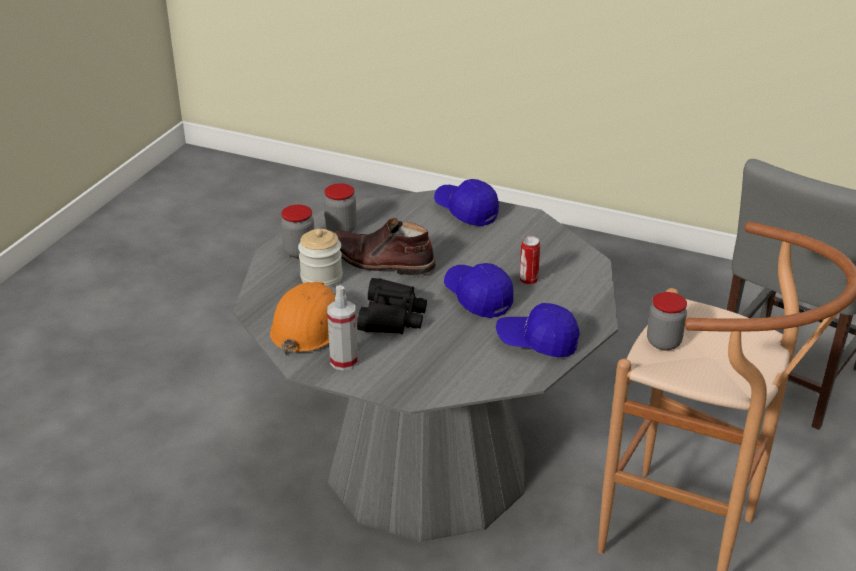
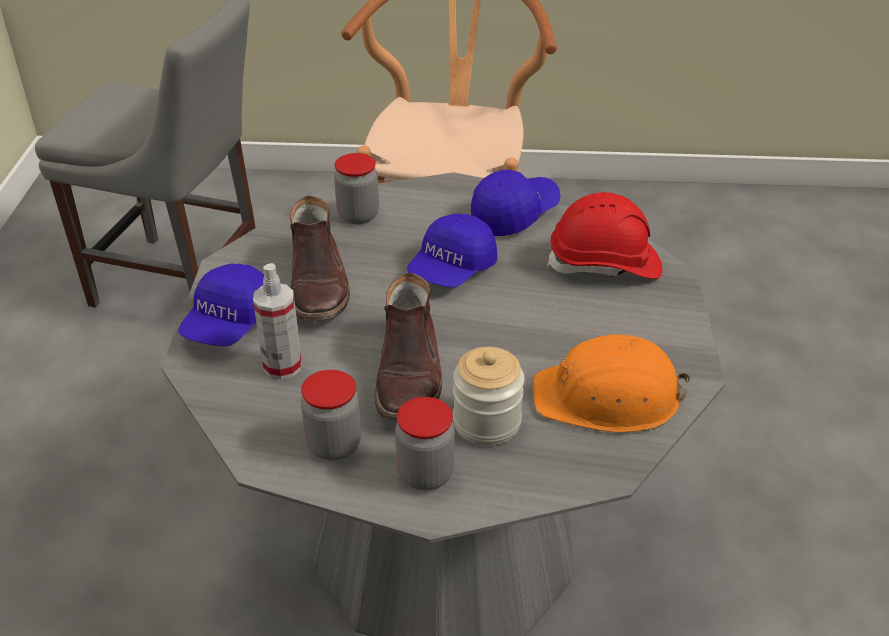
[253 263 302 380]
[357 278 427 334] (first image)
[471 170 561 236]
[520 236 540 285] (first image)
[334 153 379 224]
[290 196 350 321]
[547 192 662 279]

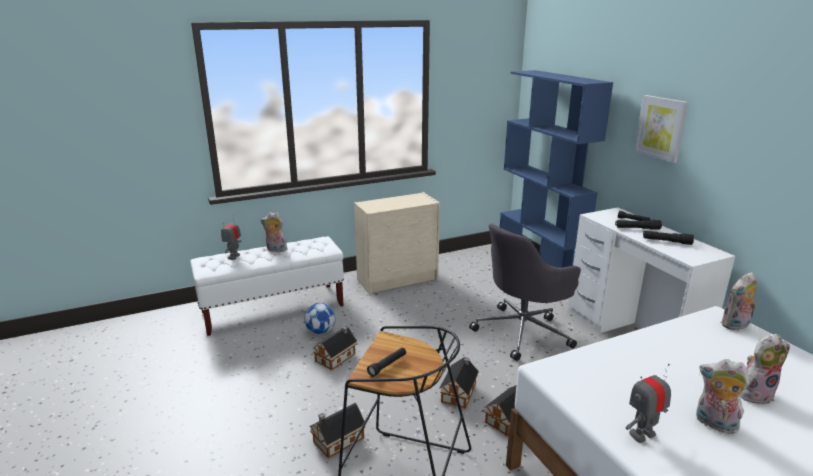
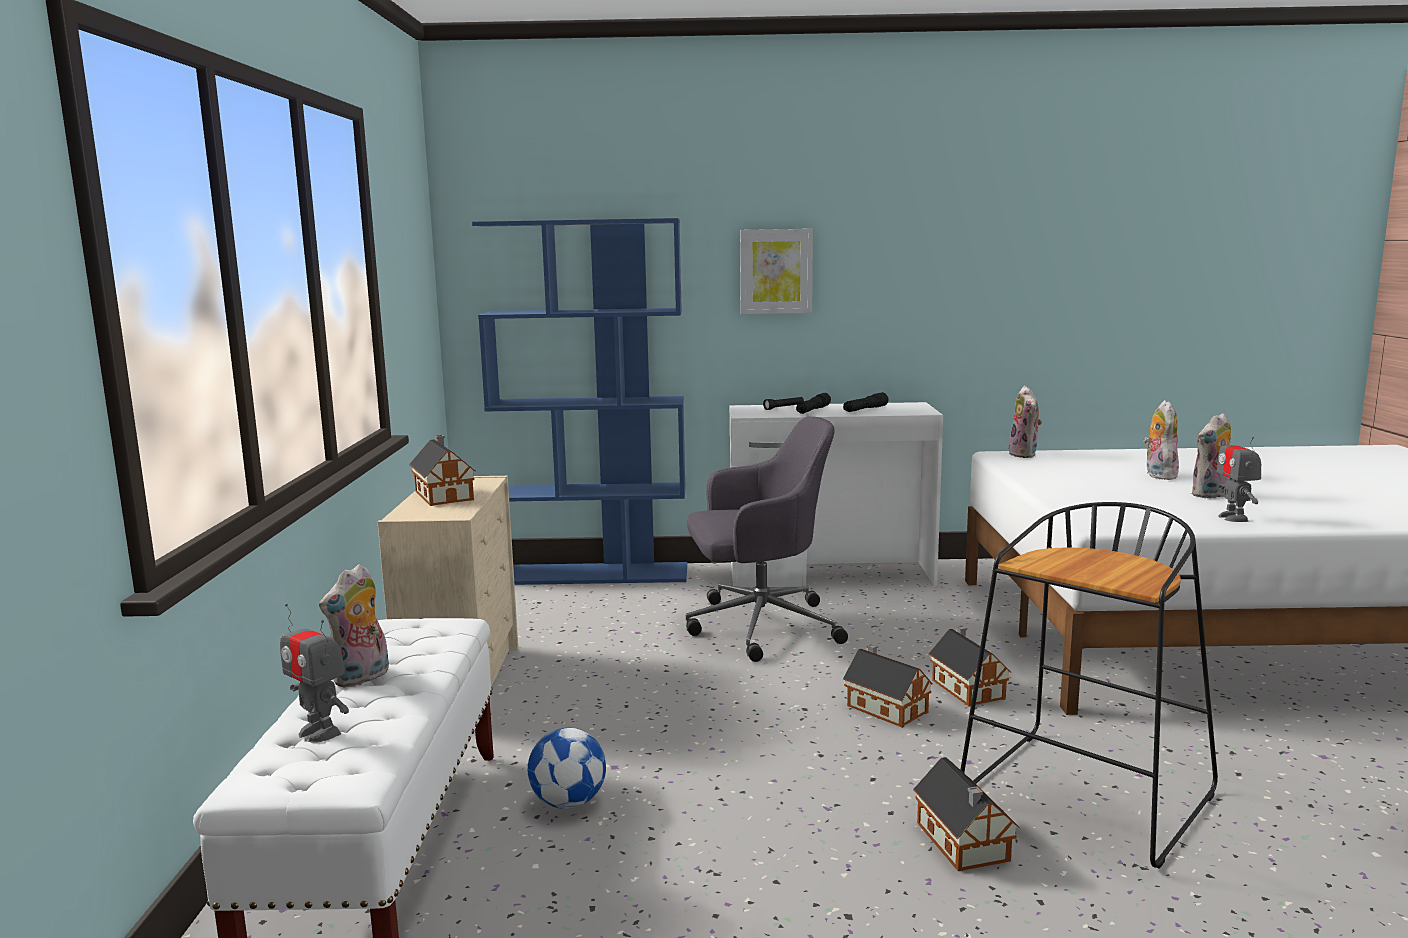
[409 435 476 506]
[367 347 406 377] (first image)
[686 416 848 662]

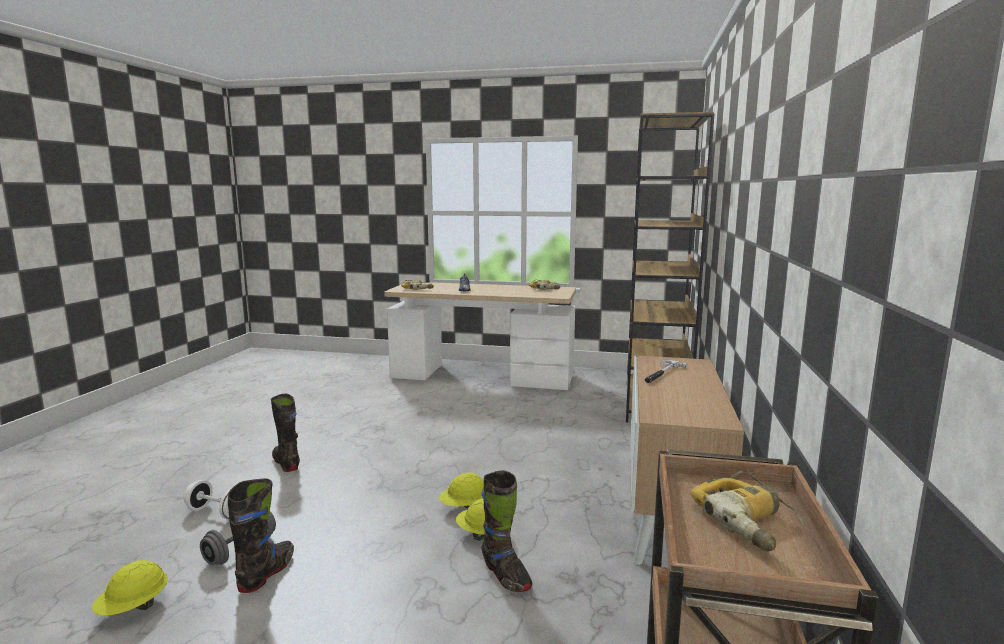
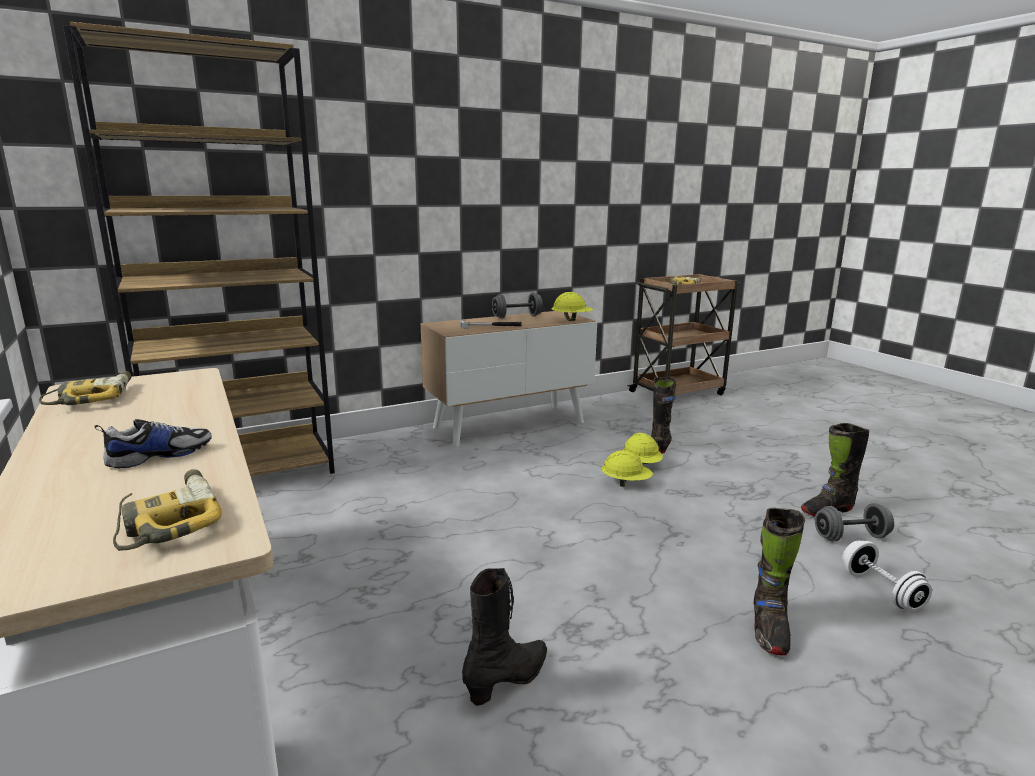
[551 292 593 321]
[462 568 547 706]
[492 292 543 319]

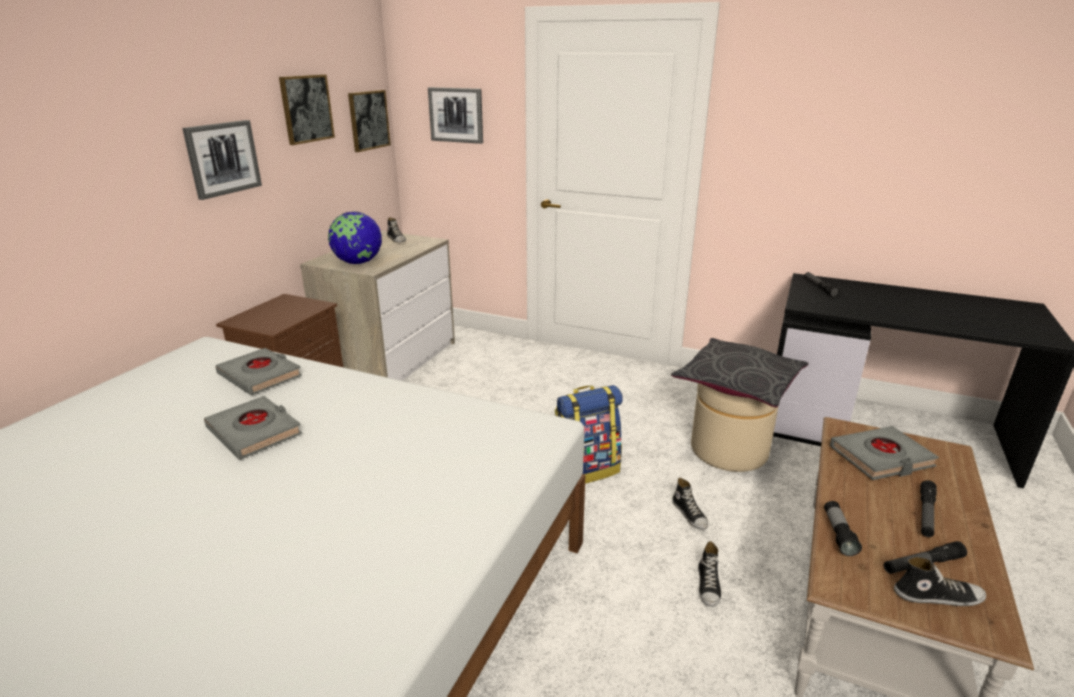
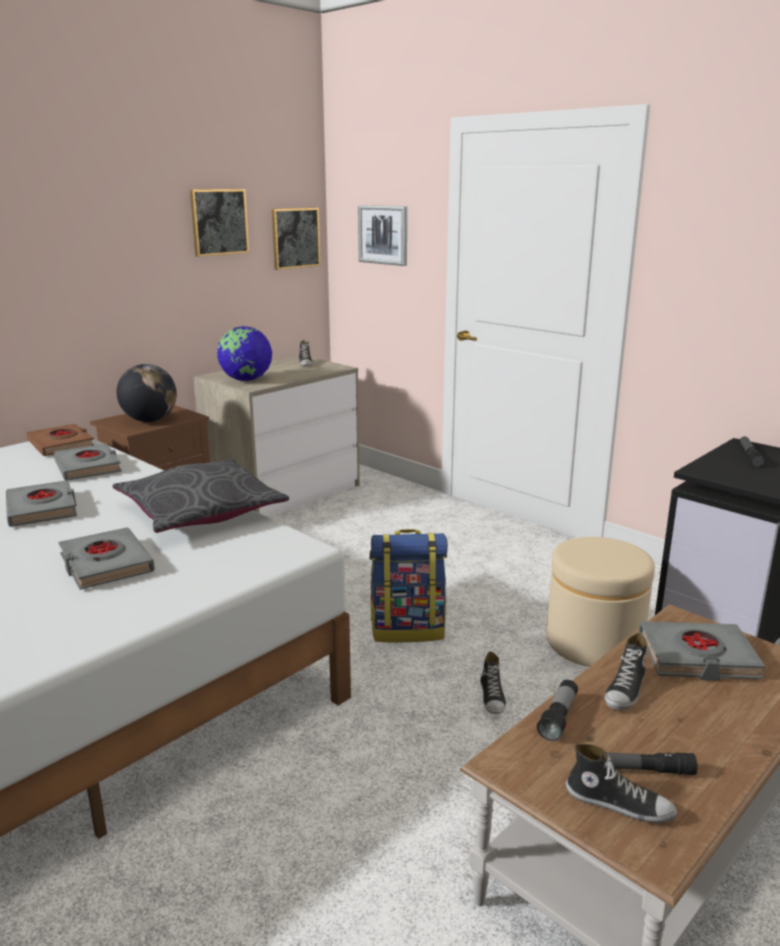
[182 120 262 200] (first image)
[113 459 289 533]
[605 633 647 710]
[920 480 937 537] (first image)
[26 424 94 456]
[58 527 155 590]
[116 364 177 422]

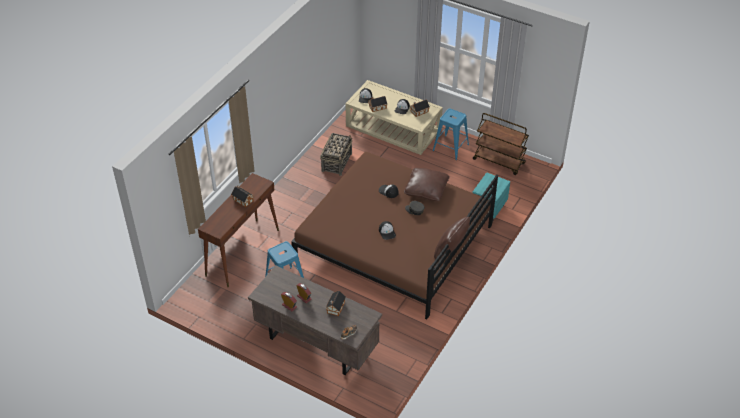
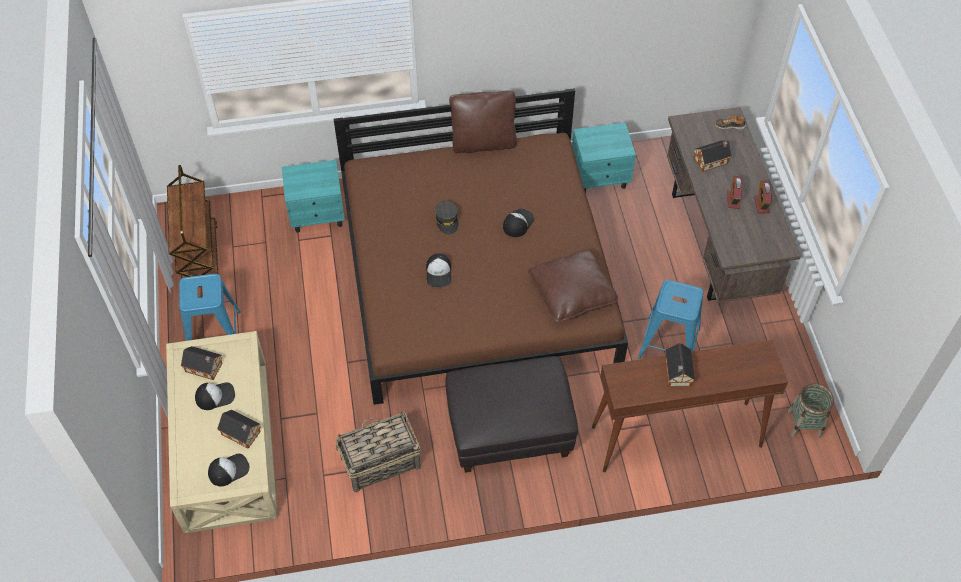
[528 249 619 322]
[445 356 578 473]
[572 122 636 193]
[788 383 834 438]

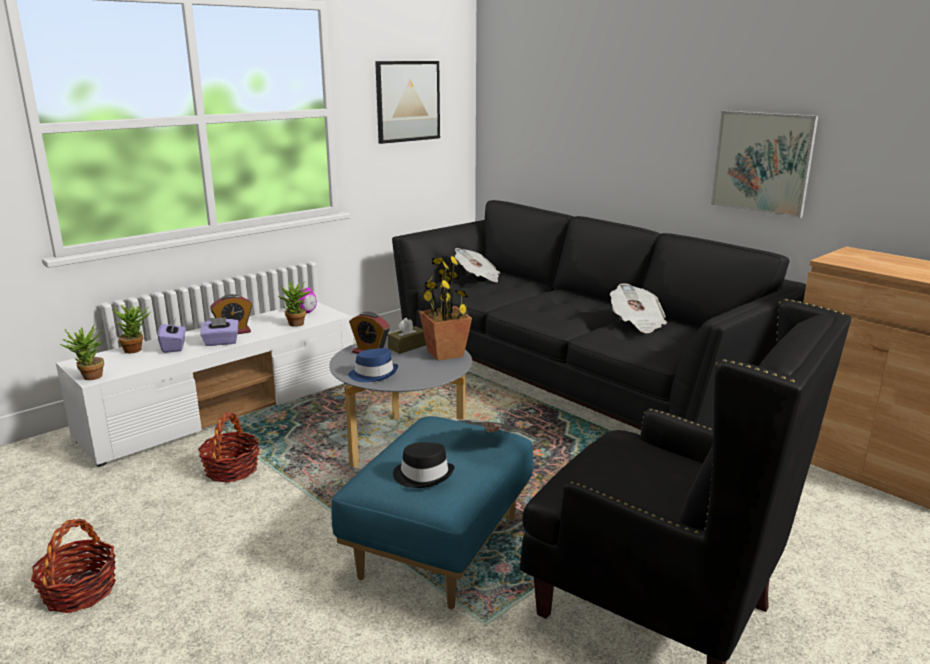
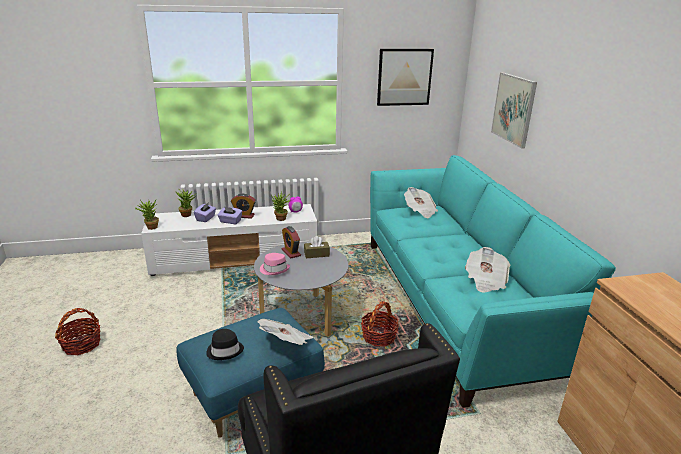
[361 301 399 347]
[260 253 290 275]
[370 155 616 408]
[419 255 472 361] (first image)
[491 72 537 148]

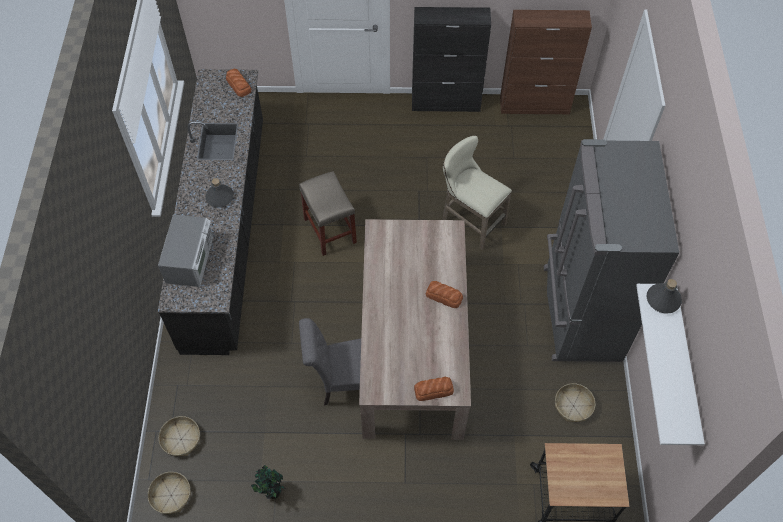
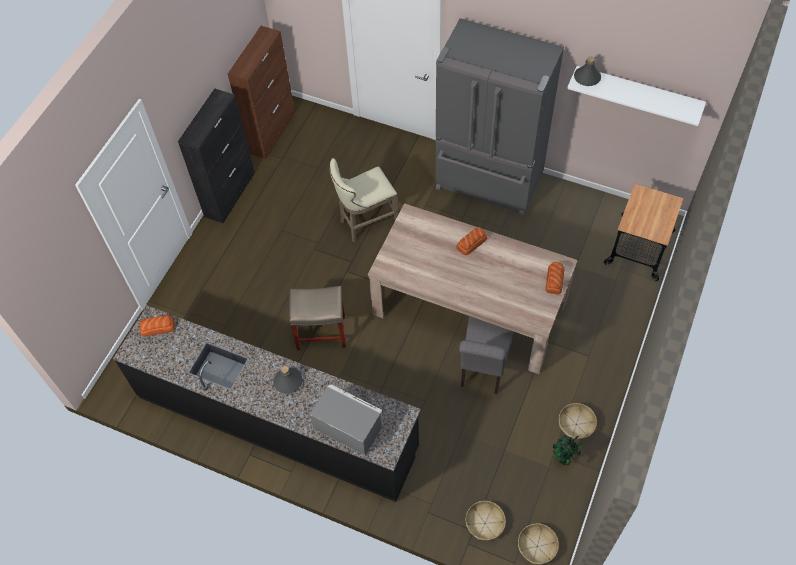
[559 403 597 440]

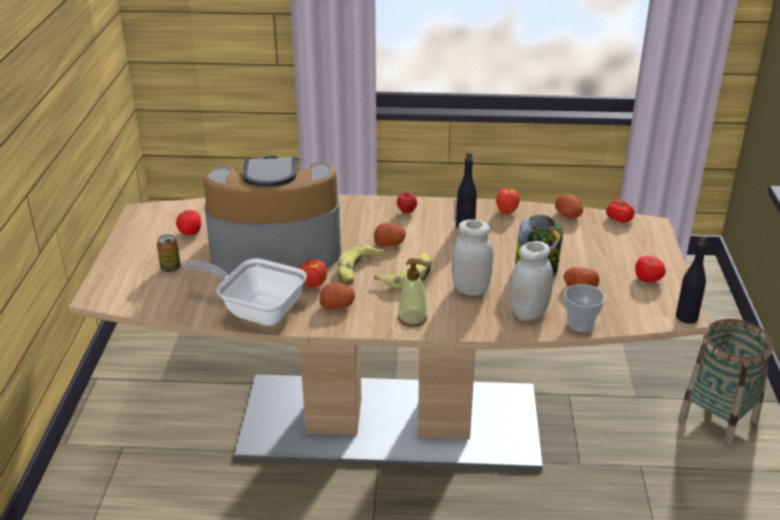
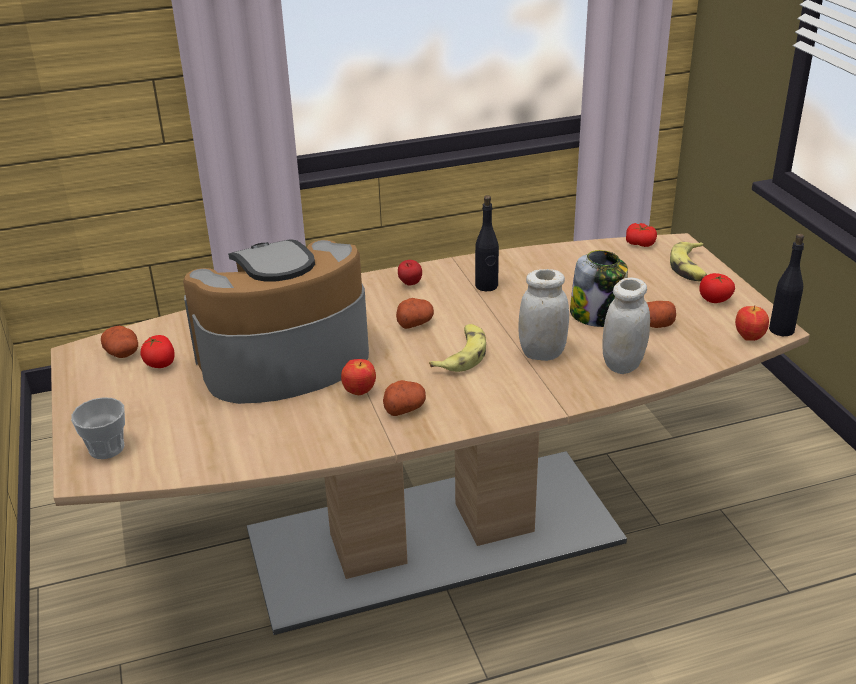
[157 234 181 272] (first image)
[184 258 307 326] (first image)
[670 242 707 282]
[397 258 429 327] (first image)
[735 305 769 341]
[101 326 138 358]
[71 397 125 459]
[678 319 773 447] (first image)

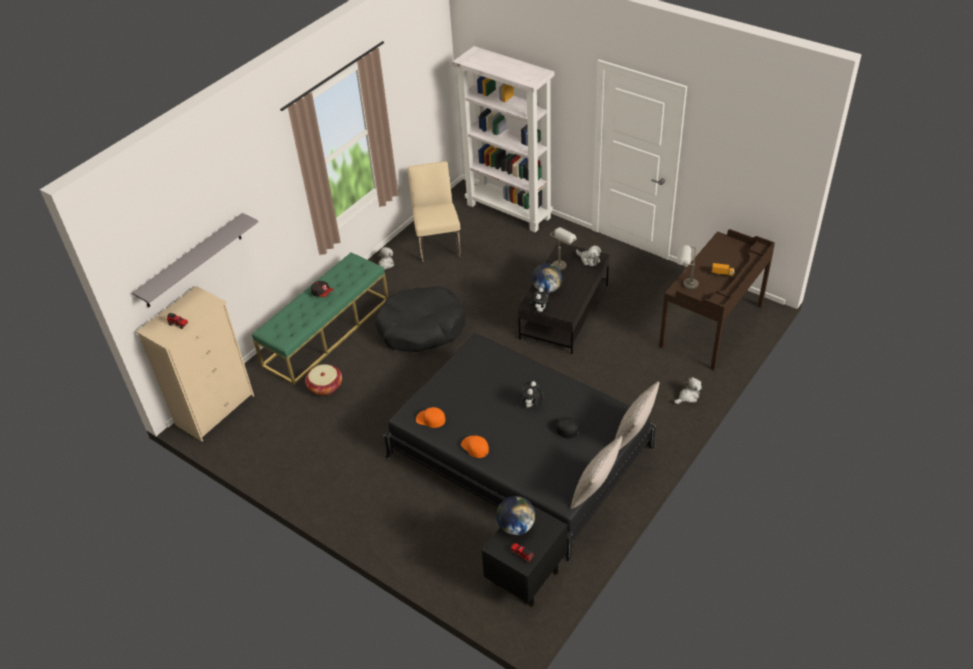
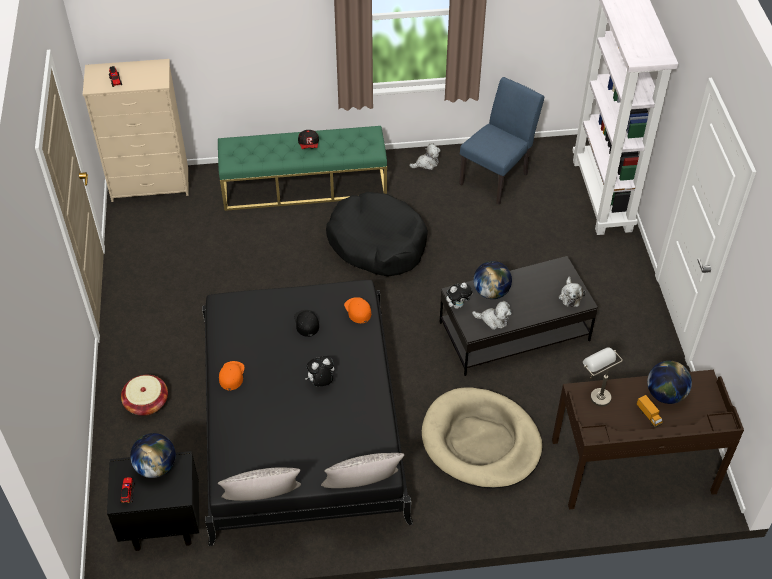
[132 213 258 307] (first image)
[121 375 168 416]
[459 77 544 205]
[344 297 371 323]
[294 310 319 337]
[550 227 577 271] (first image)
[472 301 512 330]
[422 387 542 489]
[647 361 692 404]

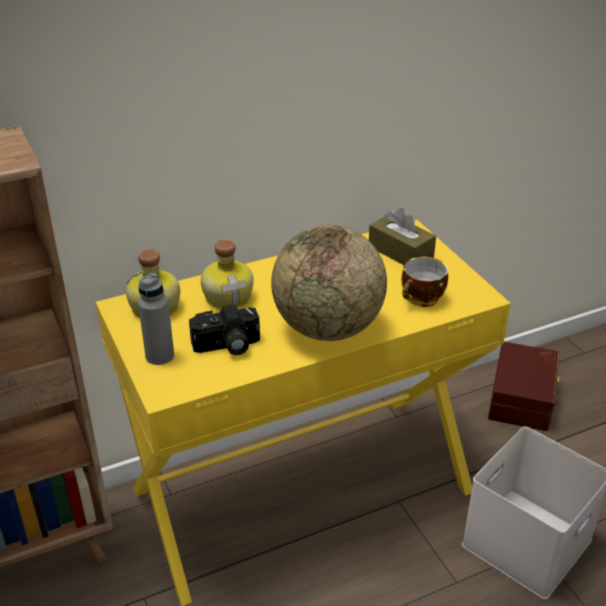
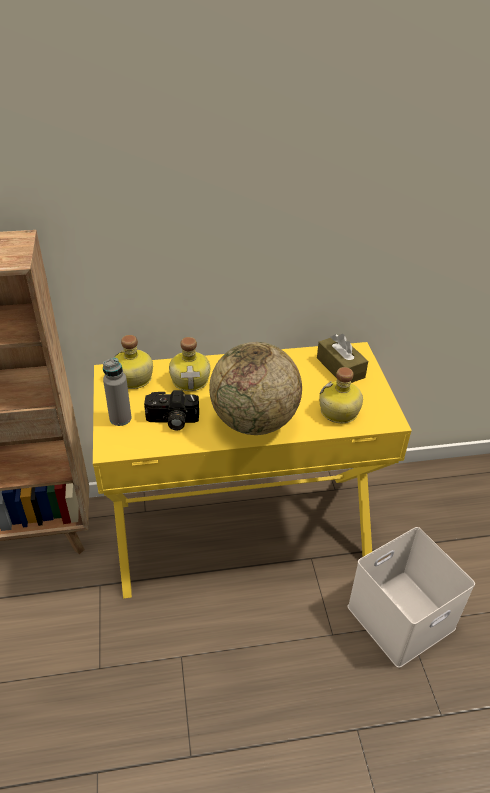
[319 367 363 423]
[488 342 560 431] (first image)

